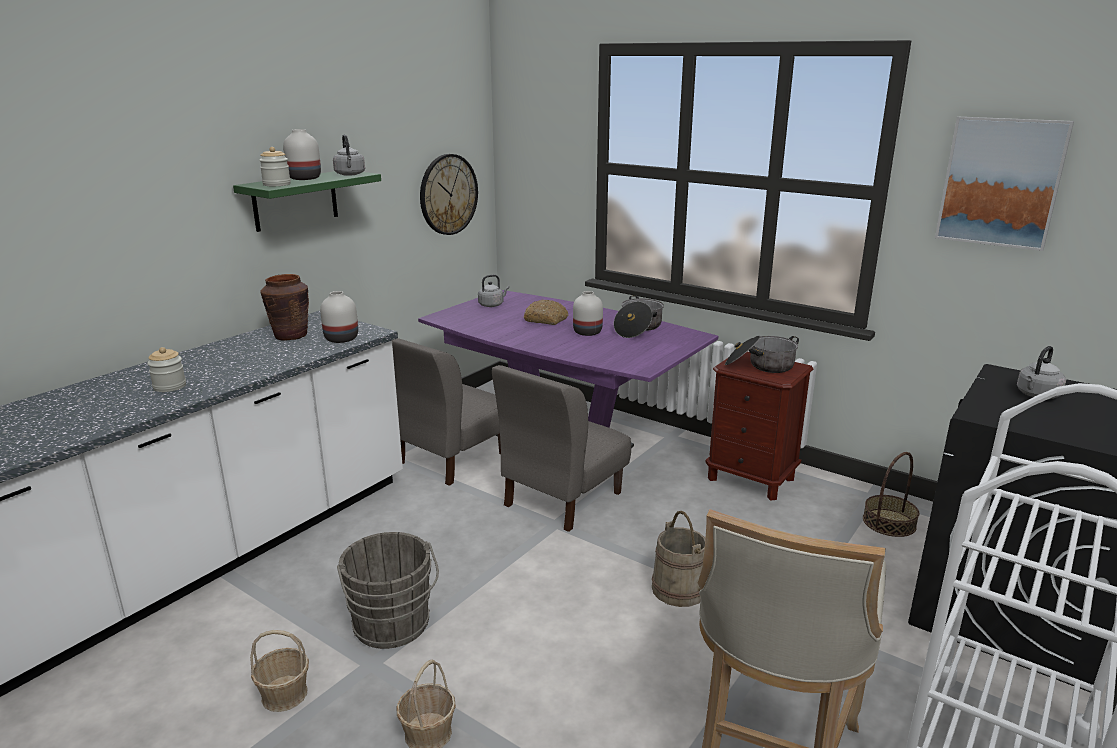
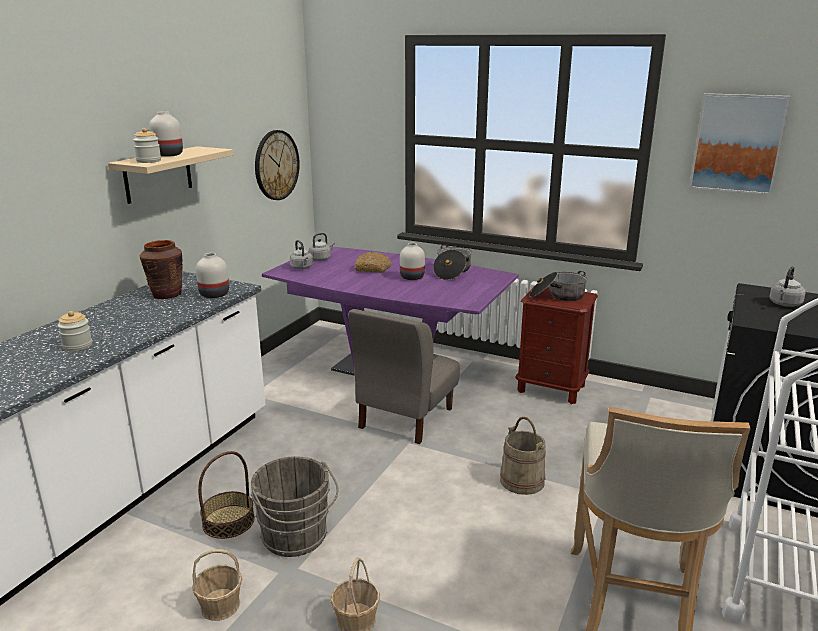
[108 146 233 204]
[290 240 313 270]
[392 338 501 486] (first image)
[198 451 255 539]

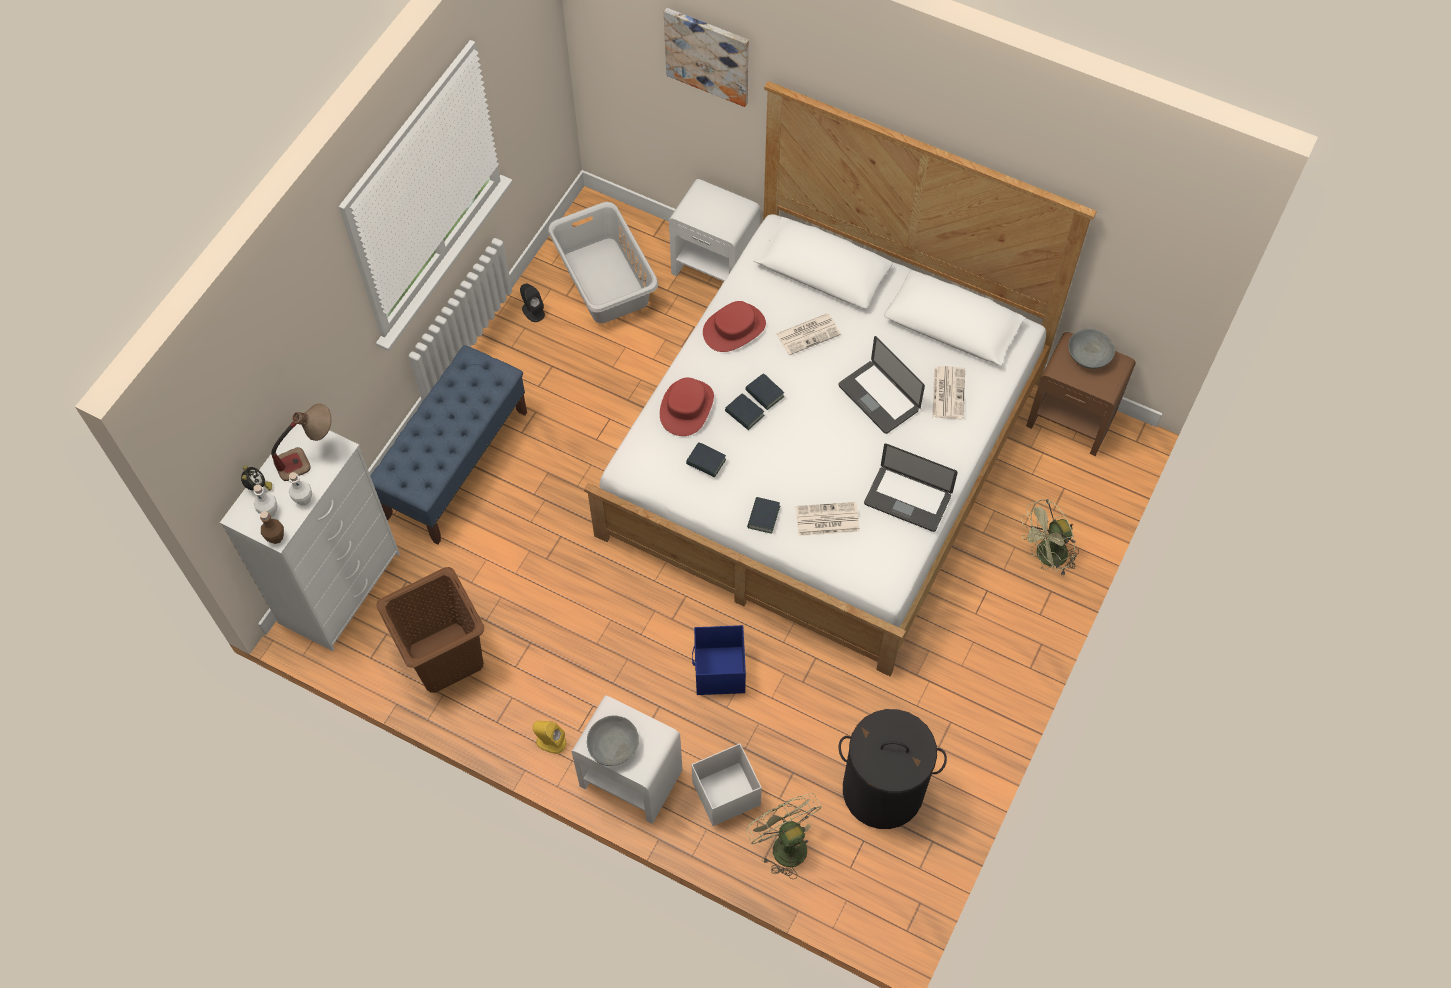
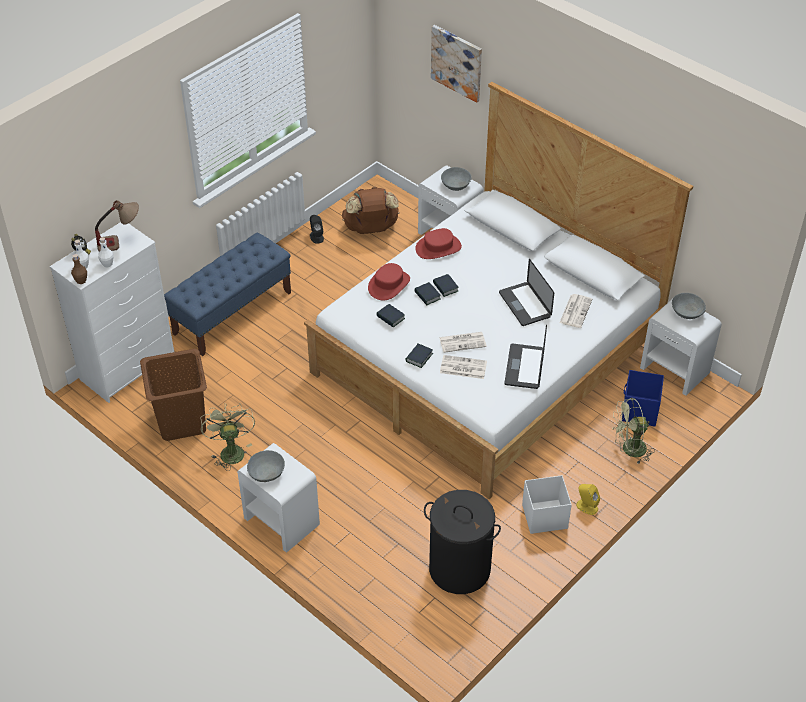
[576 484 600 515]
[342 187 399 234]
[622 370 664 426]
[522 475 572 534]
[201 403 255 471]
[439 332 487 353]
[504 324 547 389]
[640 300 722 396]
[441 167 471 191]

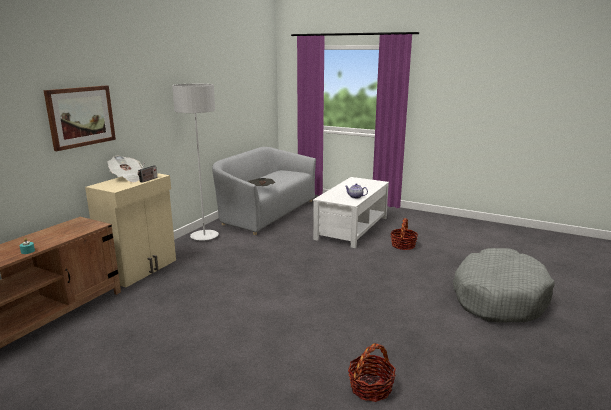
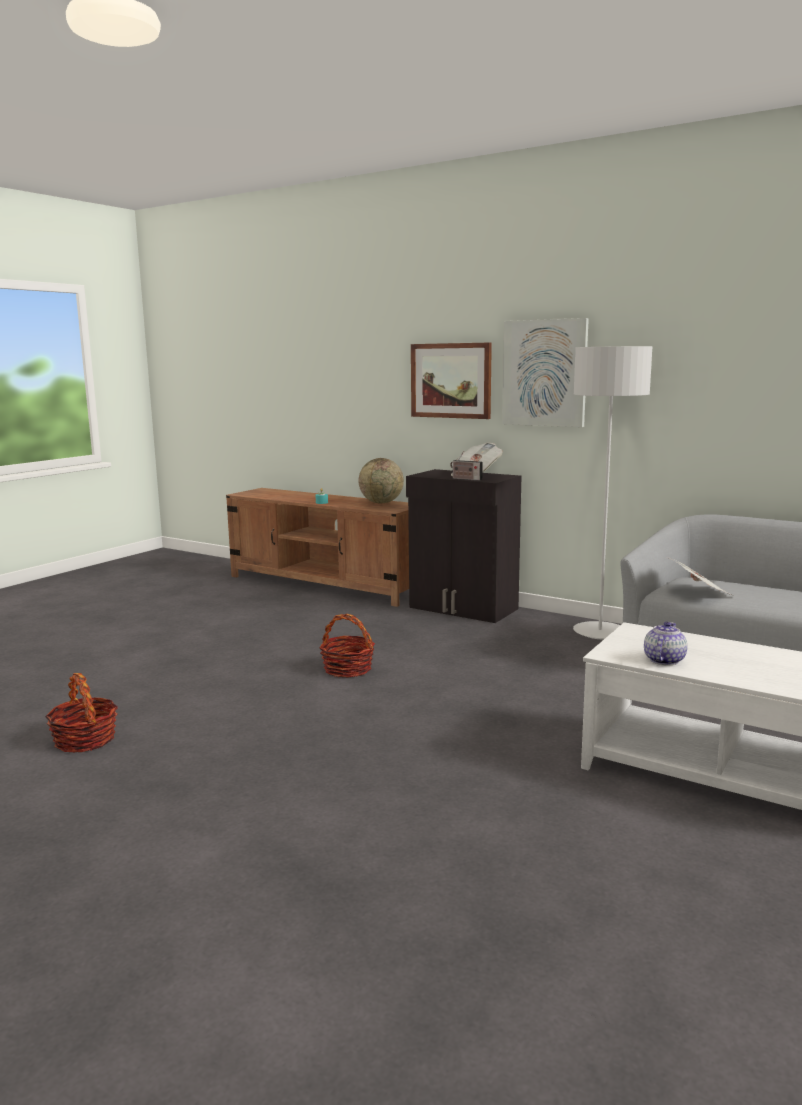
[406 469 522 623]
[319 614 375 678]
[453 248 555 322] (first image)
[358 458 404 503]
[502 318 589 427]

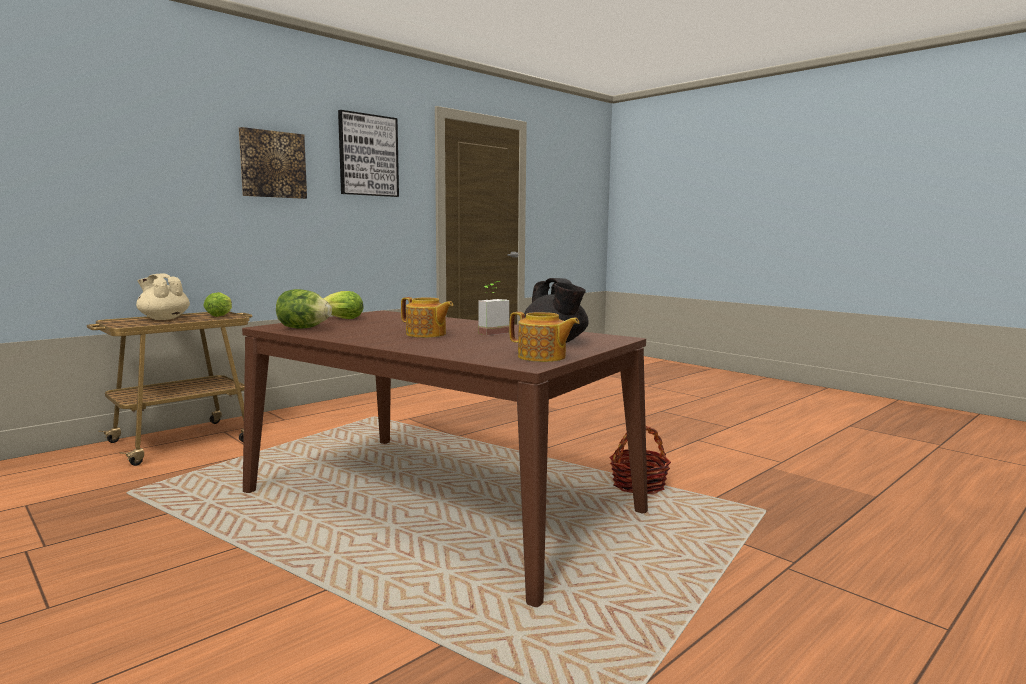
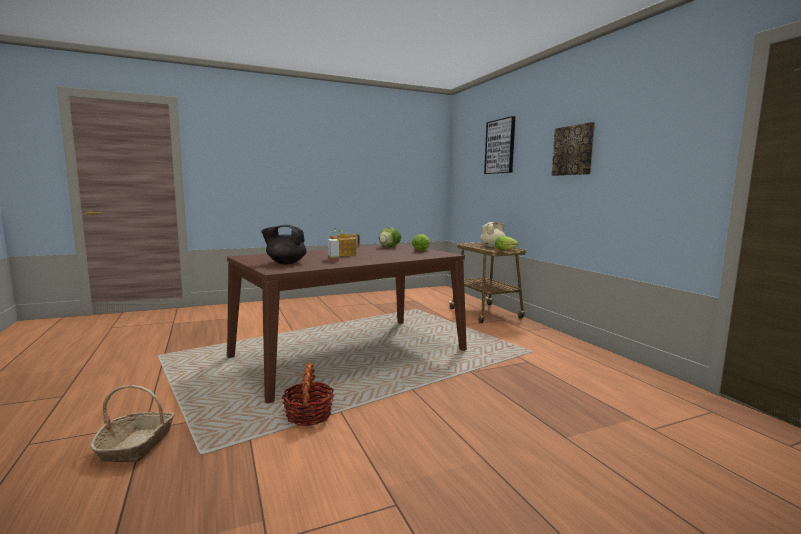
[484 116 515 174]
[509 312 579 362] (first image)
[90 385 175 462]

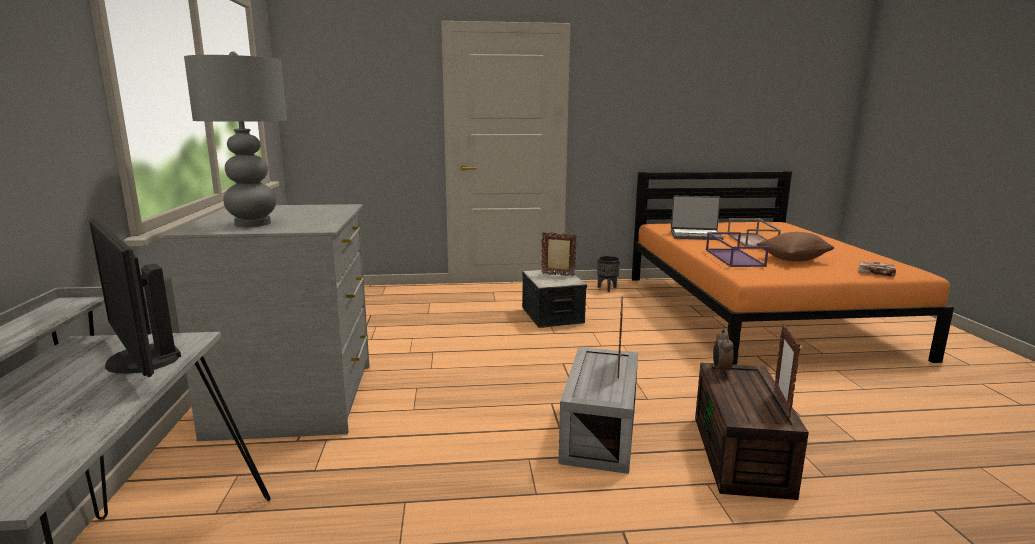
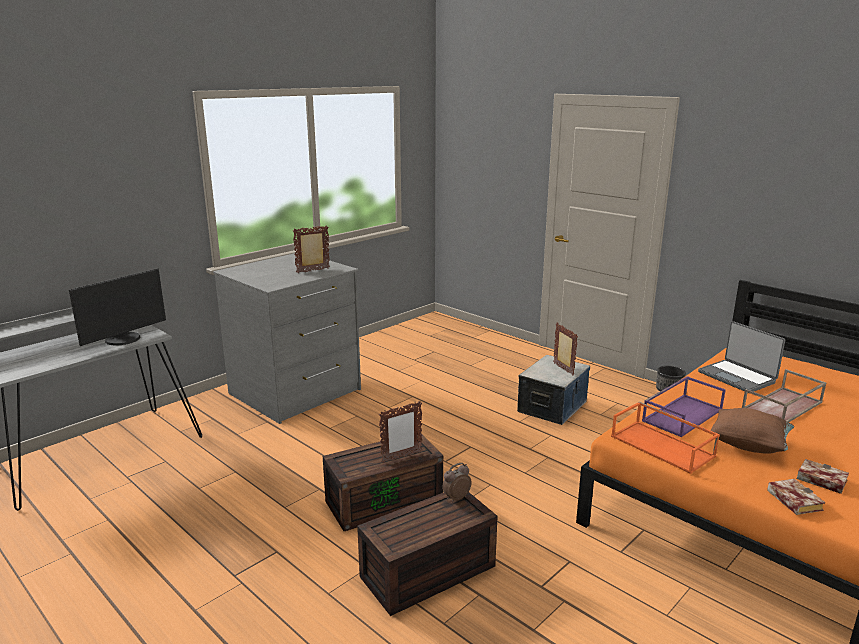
[69 268 166 346]
[184 51 287 227] (first image)
[323 433 443 531]
[293 226 330 273]
[611 402 720 474]
[797 459 849 494]

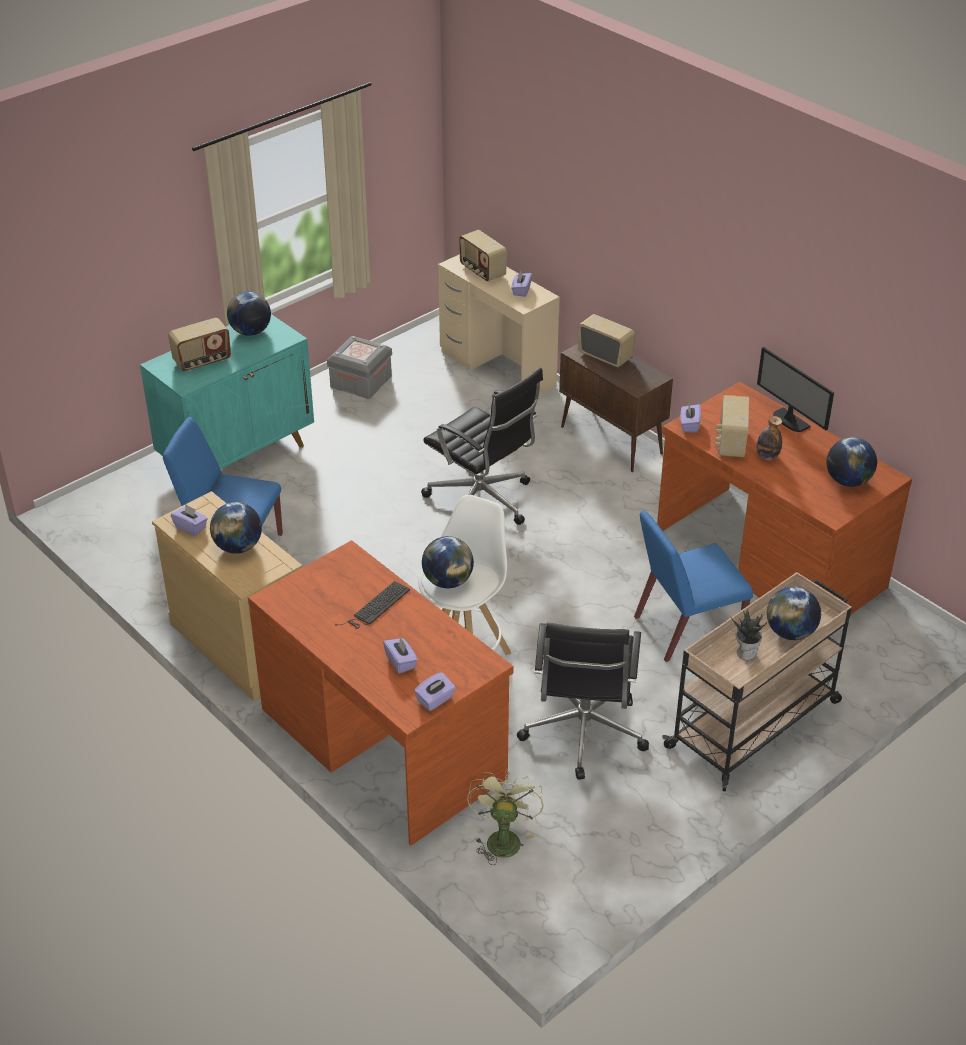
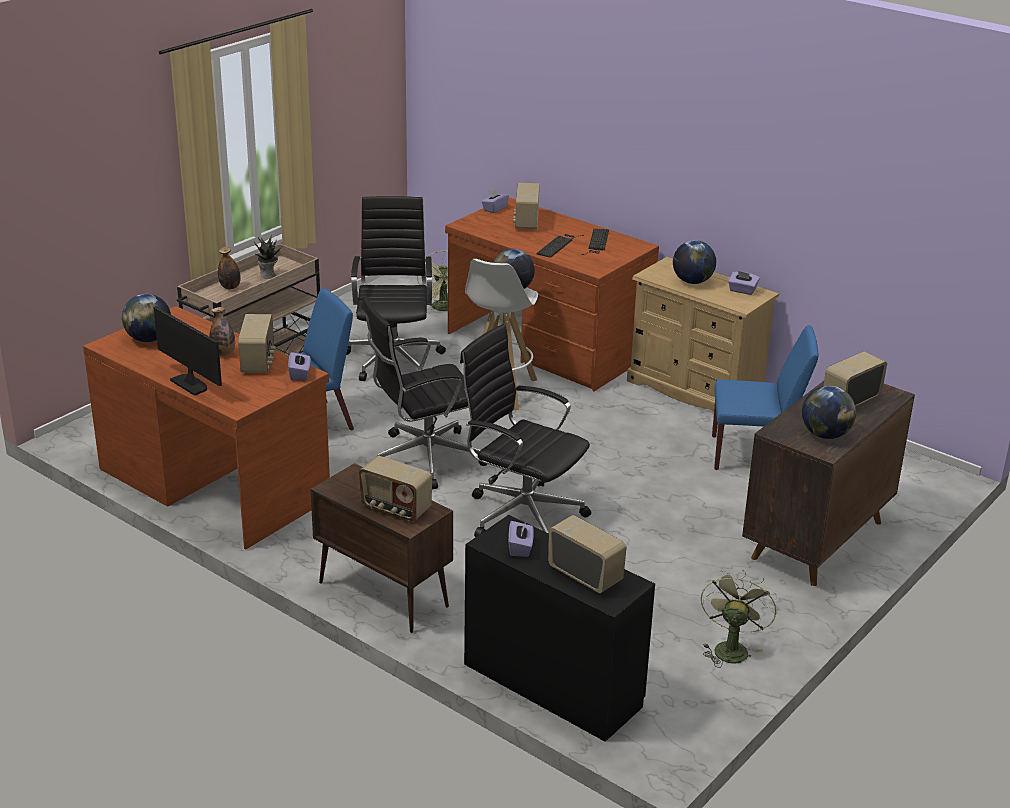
[742 381 915 586]
[701 570 777 668]
[513 183 539 230]
[464 515 655 742]
[218 247 241 289]
[362 296 487 490]
[582 229 609 255]

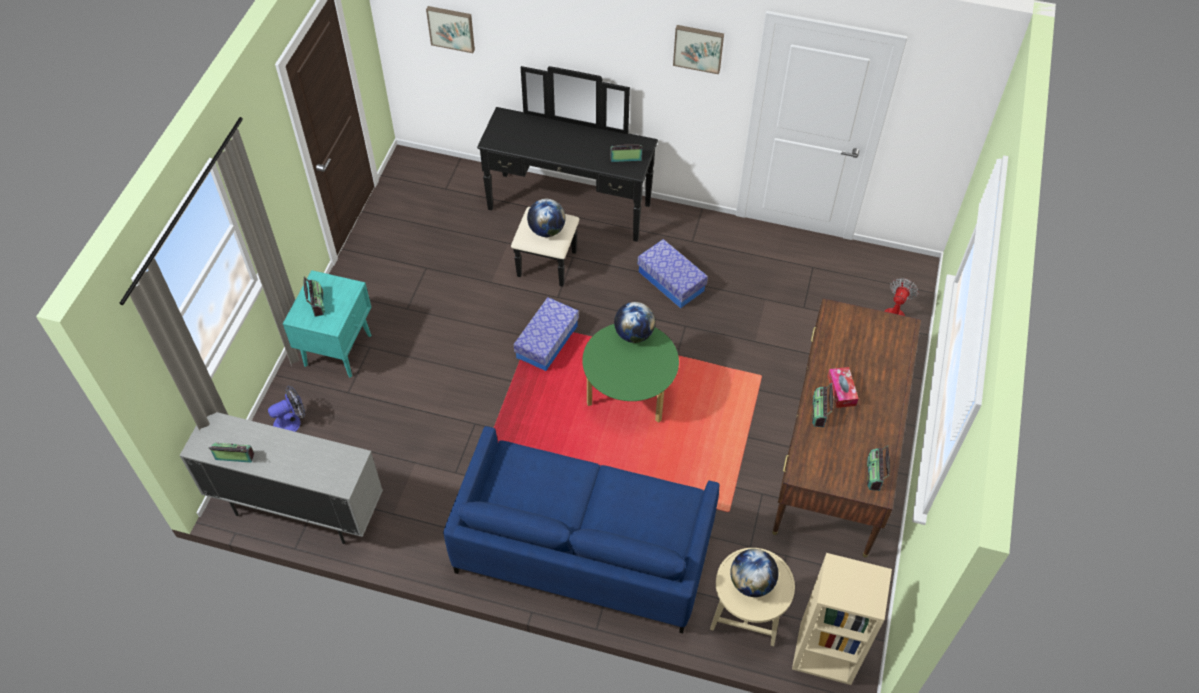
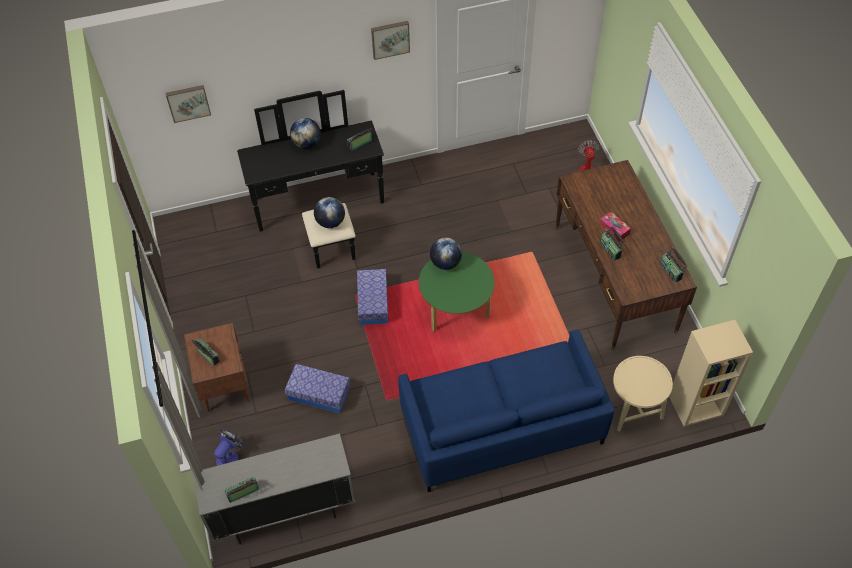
[184 323 250 412]
[284 364 350 413]
[290 118 321 149]

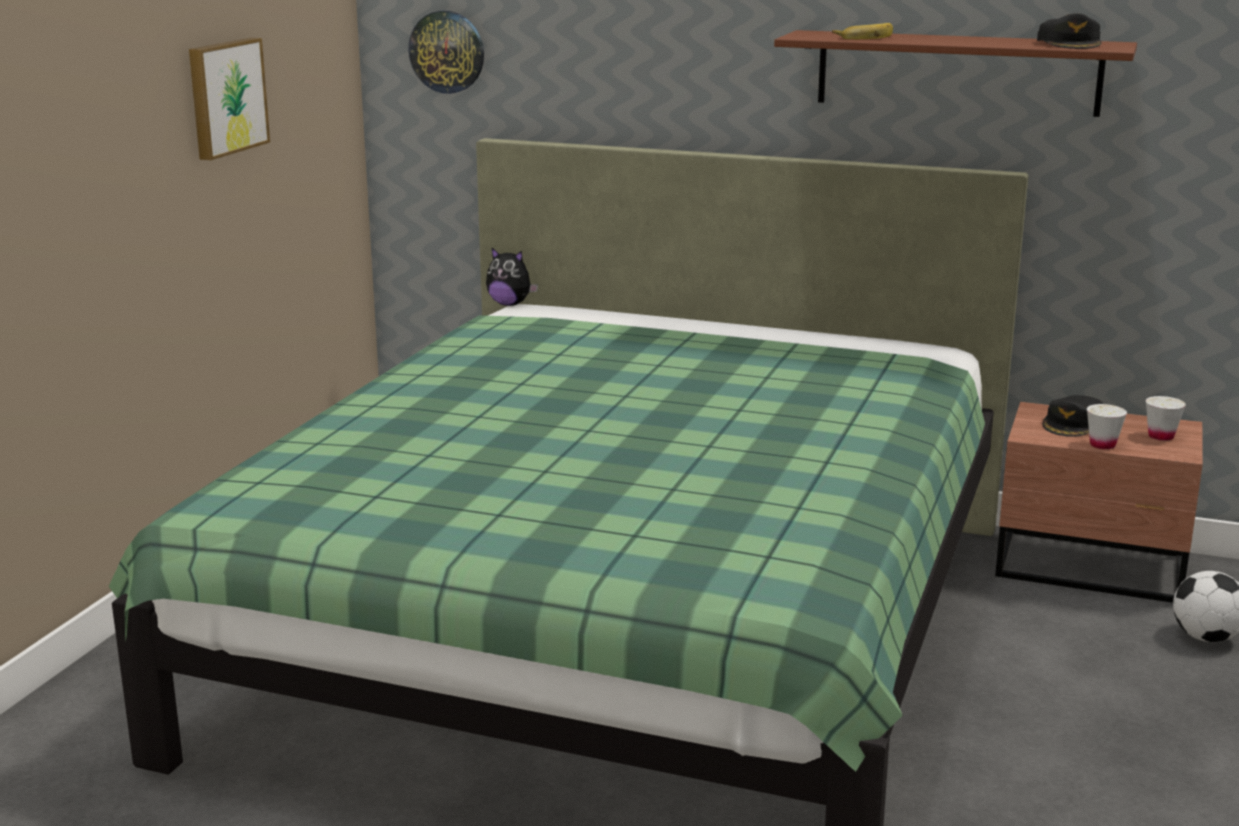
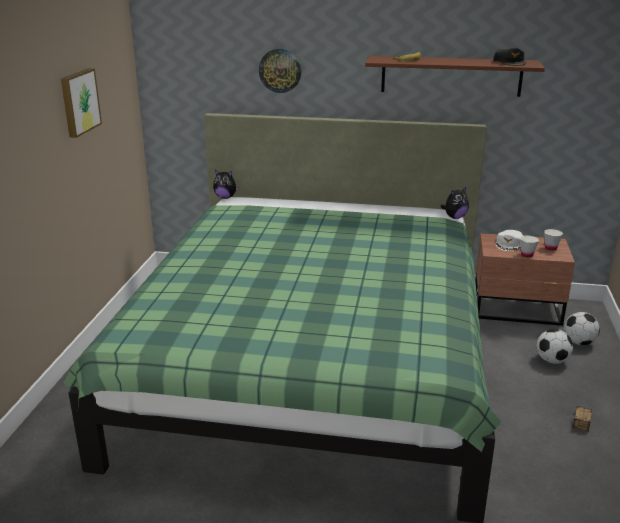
[259 49 301 93]
[496 230 523 251]
[441 187 469 219]
[536 329 573 364]
[573 406 593 431]

